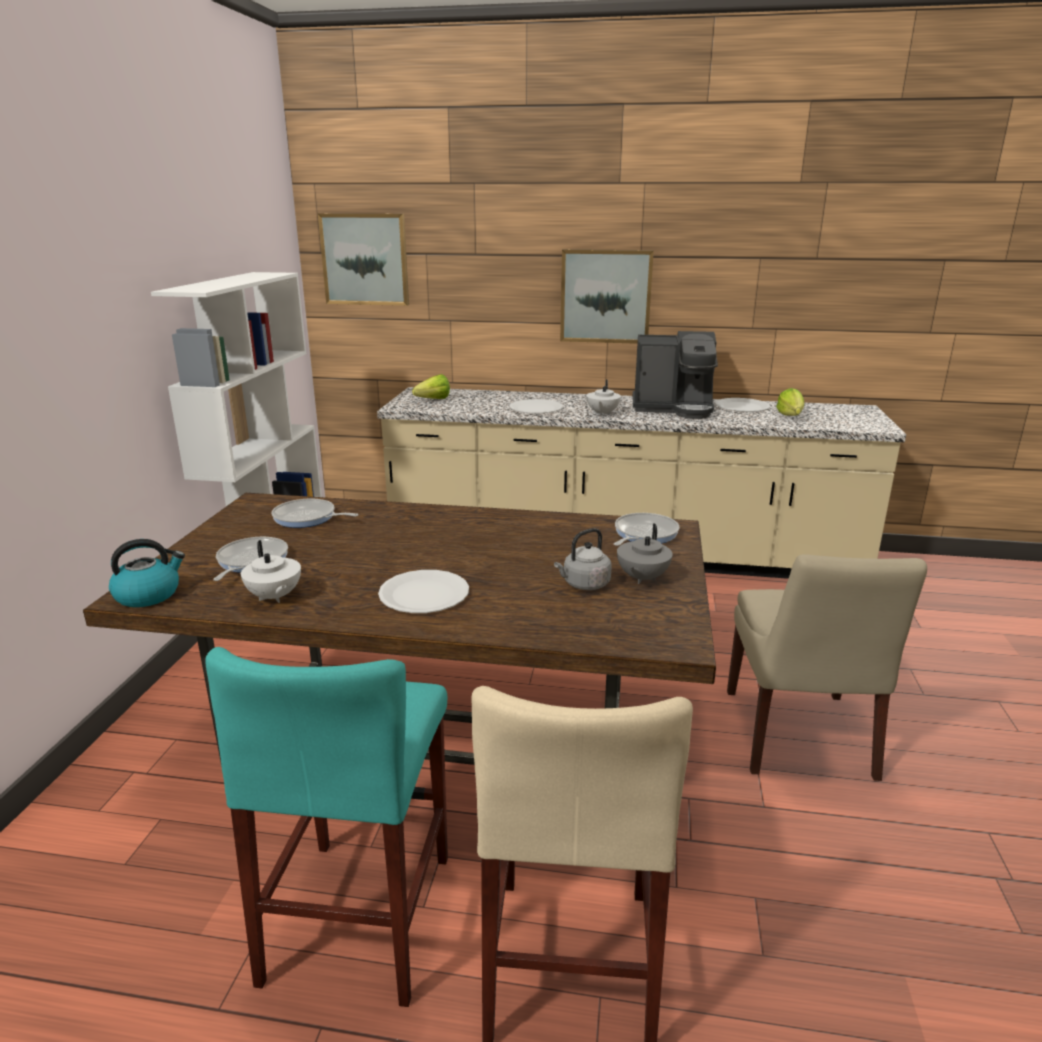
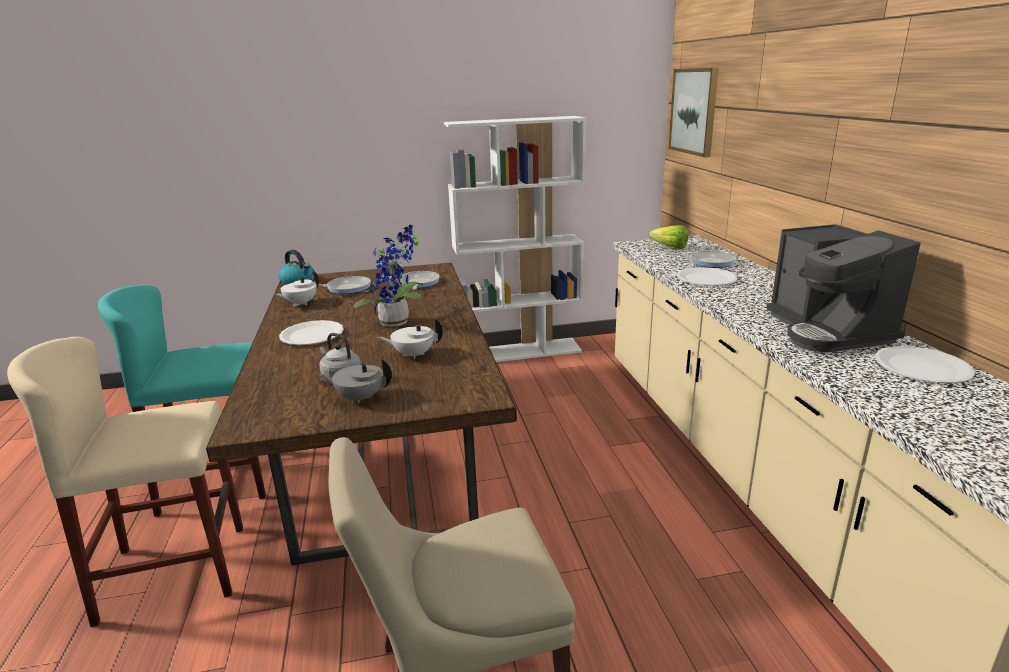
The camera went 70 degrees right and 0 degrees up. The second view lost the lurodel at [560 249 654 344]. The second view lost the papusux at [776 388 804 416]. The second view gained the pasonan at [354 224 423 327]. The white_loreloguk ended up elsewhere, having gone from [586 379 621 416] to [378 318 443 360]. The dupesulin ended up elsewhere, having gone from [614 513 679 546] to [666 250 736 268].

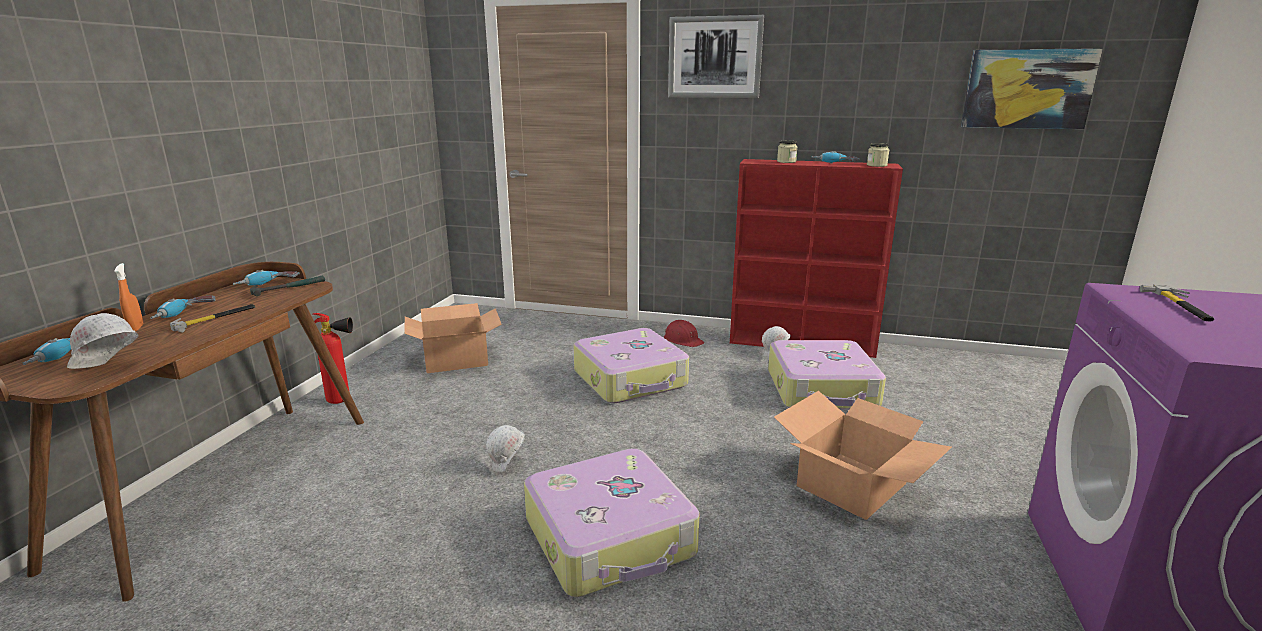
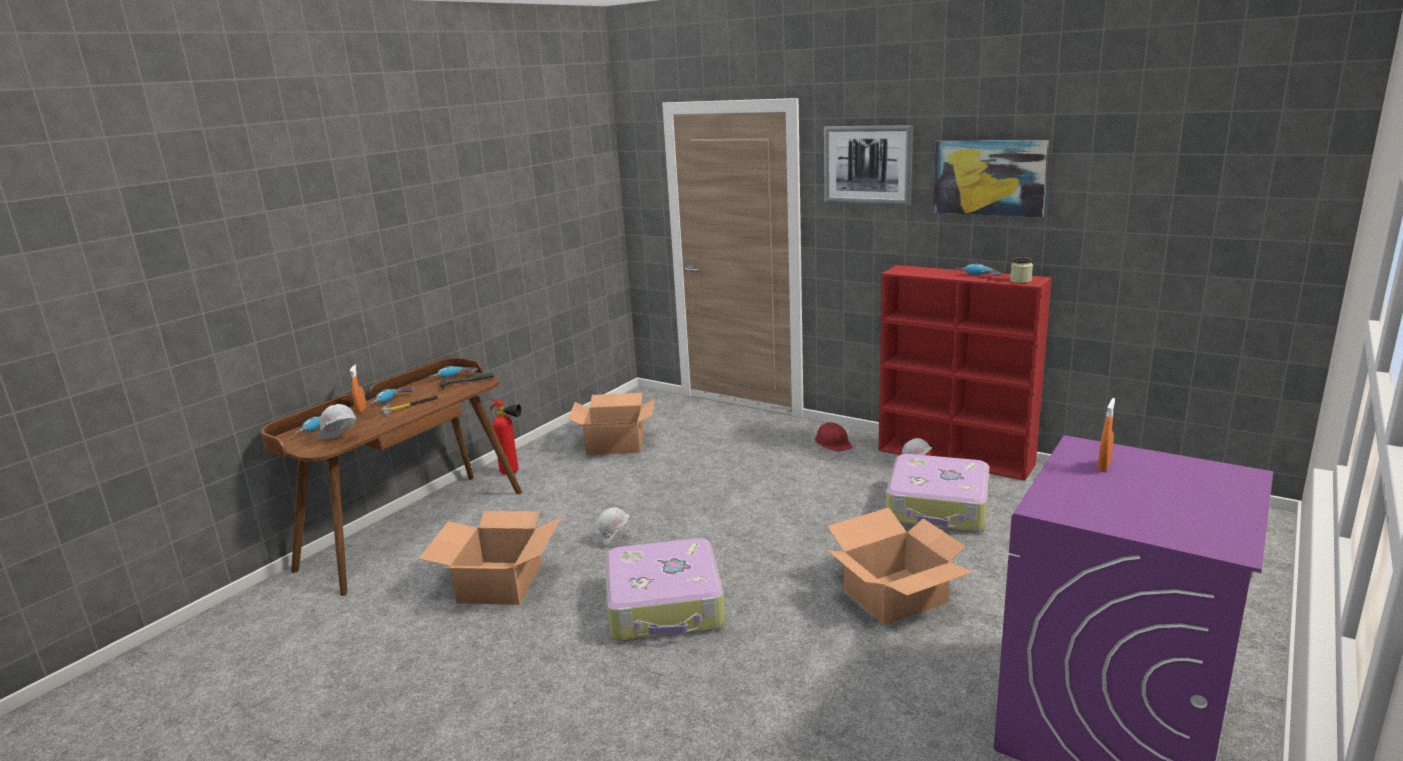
The camera went 20 degrees right and 0 degrees up. The second view lost the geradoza at [574 328 689 403]. The second view lost the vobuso at [777 141 798 163]. The second view gained the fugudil at [419 511 562 605]. The lurodel ended up elsewhere, having gone from [961 48 1103 129] to [933 140 1050 218]. Where the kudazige stood at [1140 285 1214 321], the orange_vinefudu came to stand at [1098 398 1115 471].

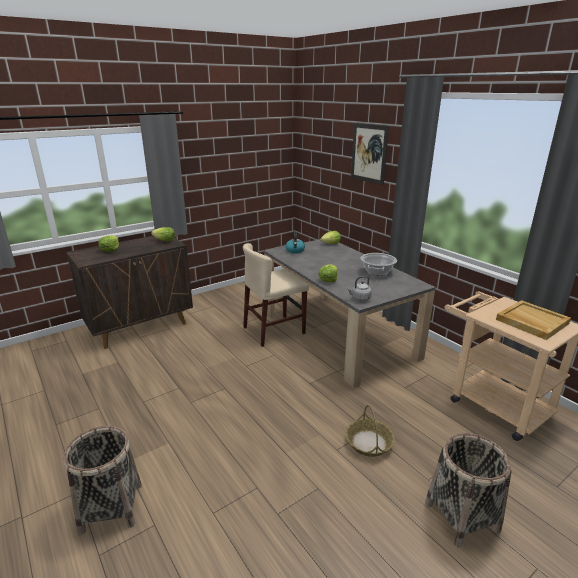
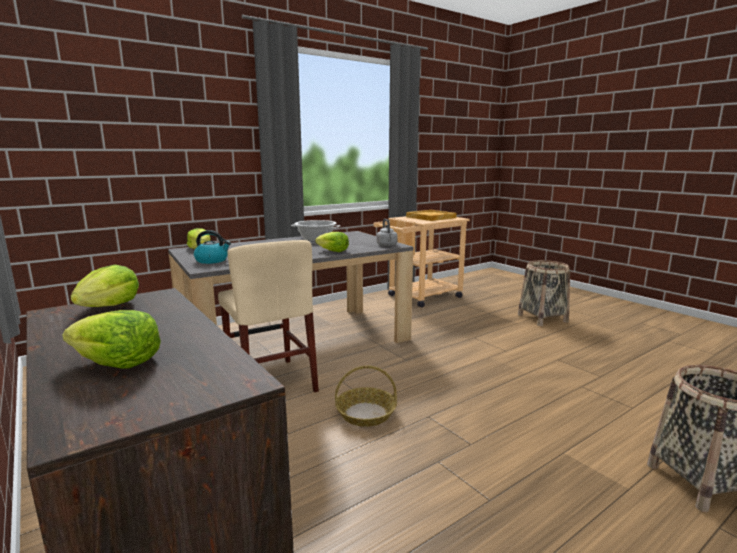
The camera went 90 degrees left and 10 degrees down. The second view lost the lurodel at [351 123 389 185]. The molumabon ended up elsewhere, having gone from [346 405 395 457] to [335 366 397 427].

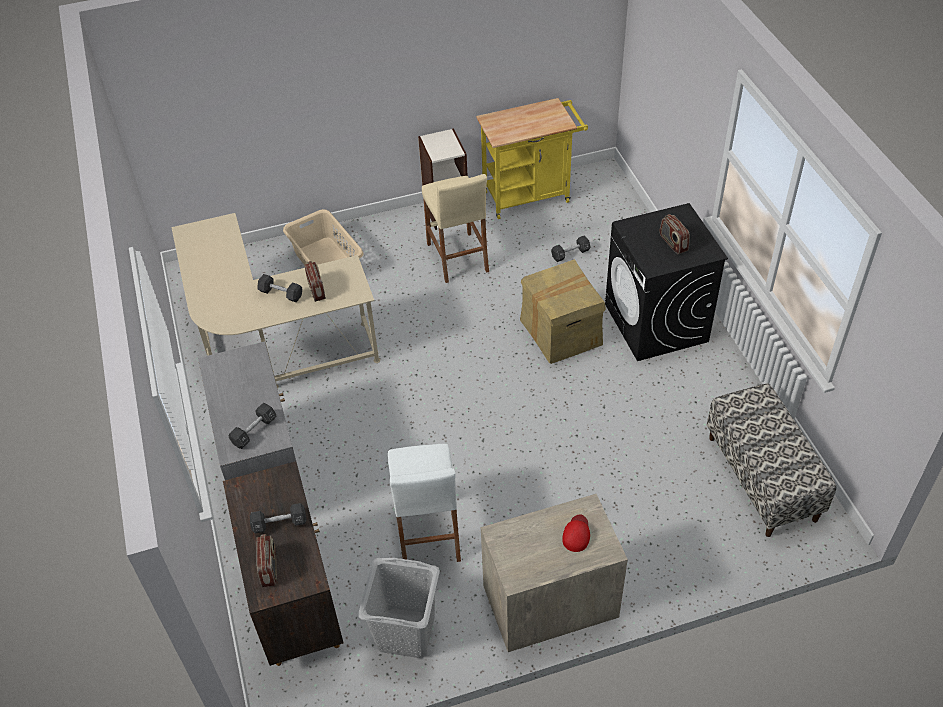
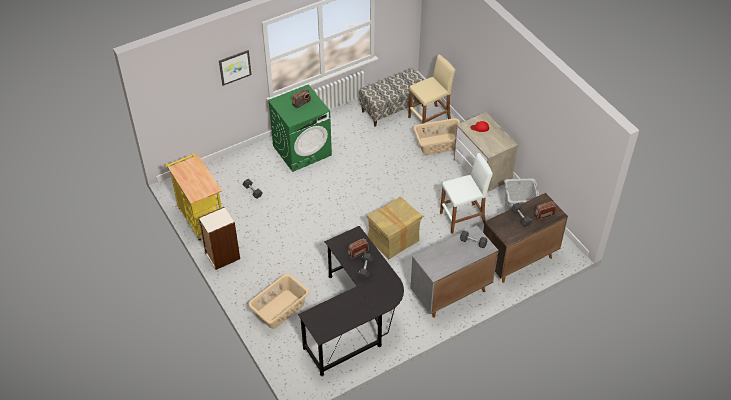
The camera went 105 degrees left and 0 degrees up. The second view gained the lurodel at [219 50 252 86]. The second view gained the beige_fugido at [413 118 460 155]. The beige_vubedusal ended up elsewhere, having gone from [422 174 489 283] to [408 55 455 132]. The fugudil ended up elsewhere, having gone from [520 259 606 364] to [367 197 423 260]. What was the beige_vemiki at [171 213 380 389] turned into the black_vemiki at [298 226 404 376]. What was the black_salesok at [605 203 728 361] turned into the green_salesok at [268 84 332 172].

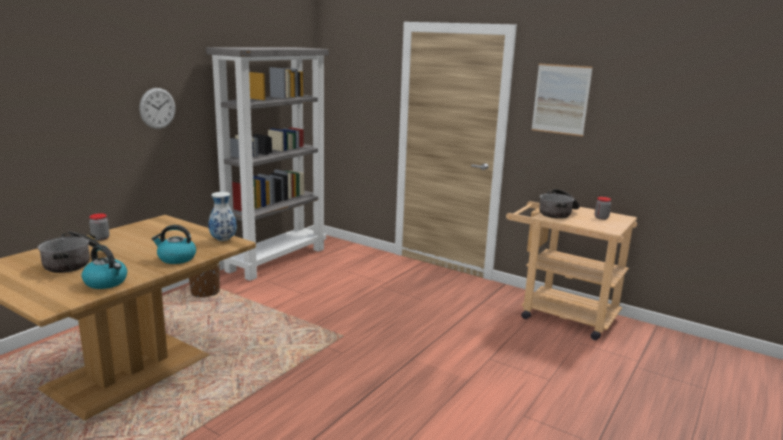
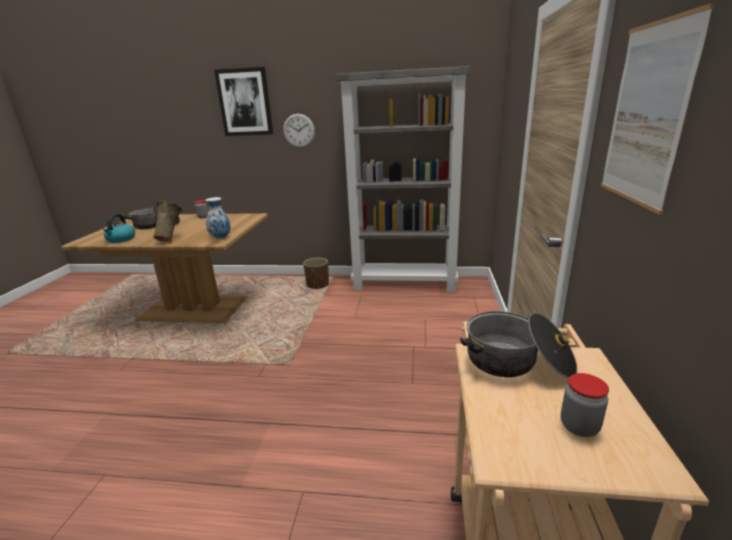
The camera went 65 degrees right and 5 degrees up. The second view gained the lurodel at [214 67 273 136]. Where the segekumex stood at [152 225 196 264], the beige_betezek came to stand at [154 201 183 242].

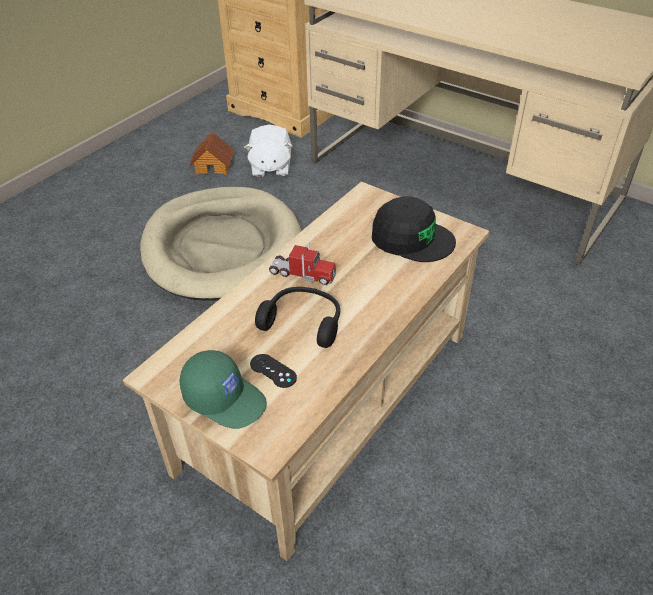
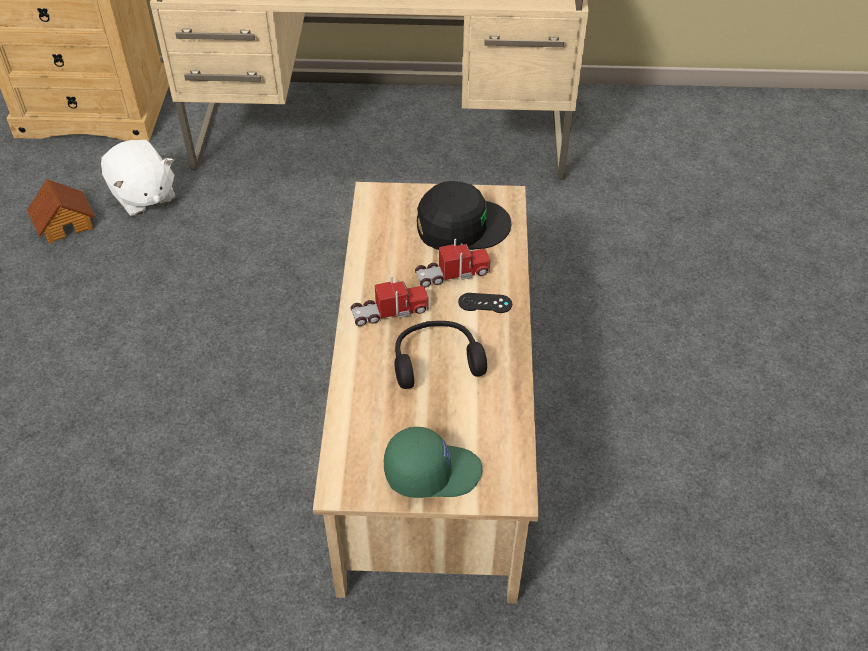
The camera went 35 degrees left and 5 degrees up. The second view lost the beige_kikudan at [140 187 301 300]. The second view gained the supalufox at [415 239 490 288]. The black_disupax ended up elsewhere, having gone from [250 354 297 388] to [458 293 512 313].

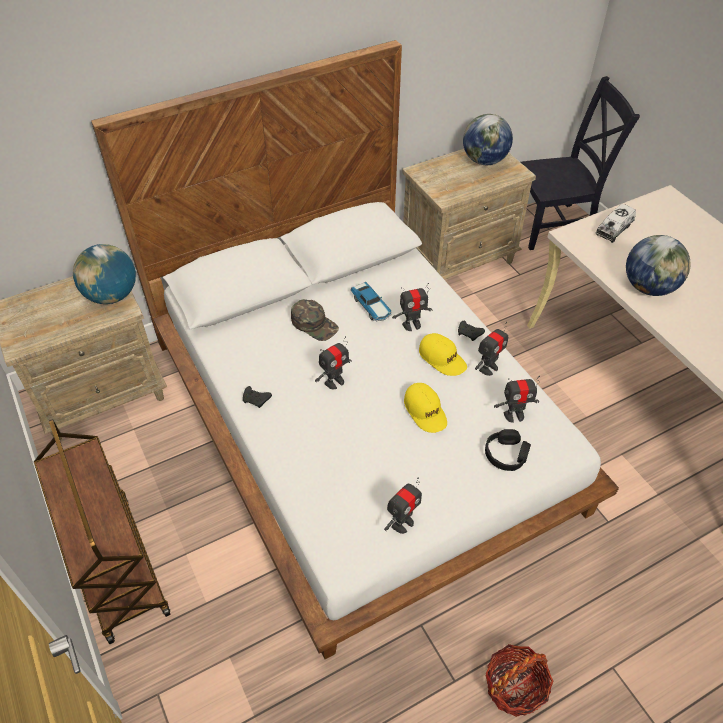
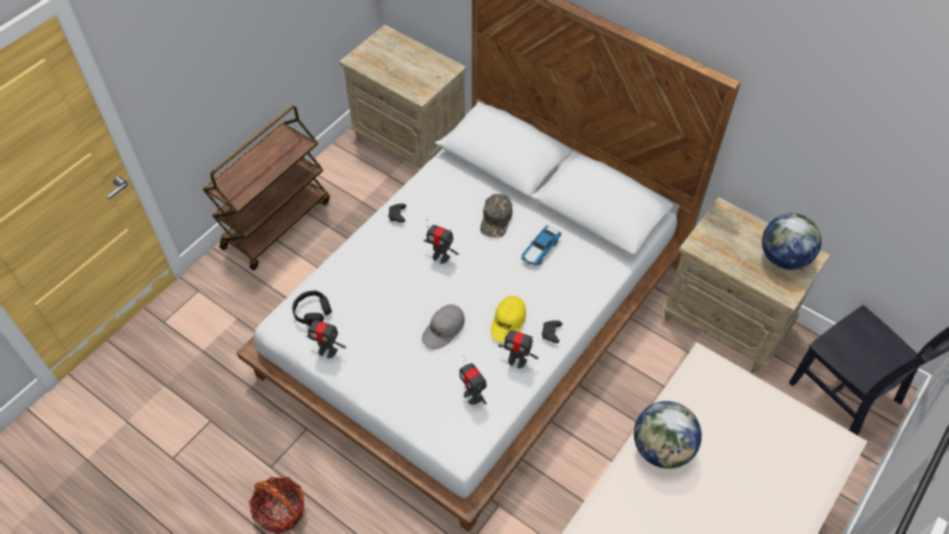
The camera went 65 degrees right and 5 degrees up. The second view lost the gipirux at [73 244 136 304]. The second view lost the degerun at [392 283 432 331]. The second view lost the supalufox at [596 204 636 243]. The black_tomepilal ended up elsewhere, having gone from [485 429 531 471] to [292 291 332 326]. What was the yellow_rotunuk at [404 383 447 433] turned into the grey_rotunuk at [422 305 465 349].

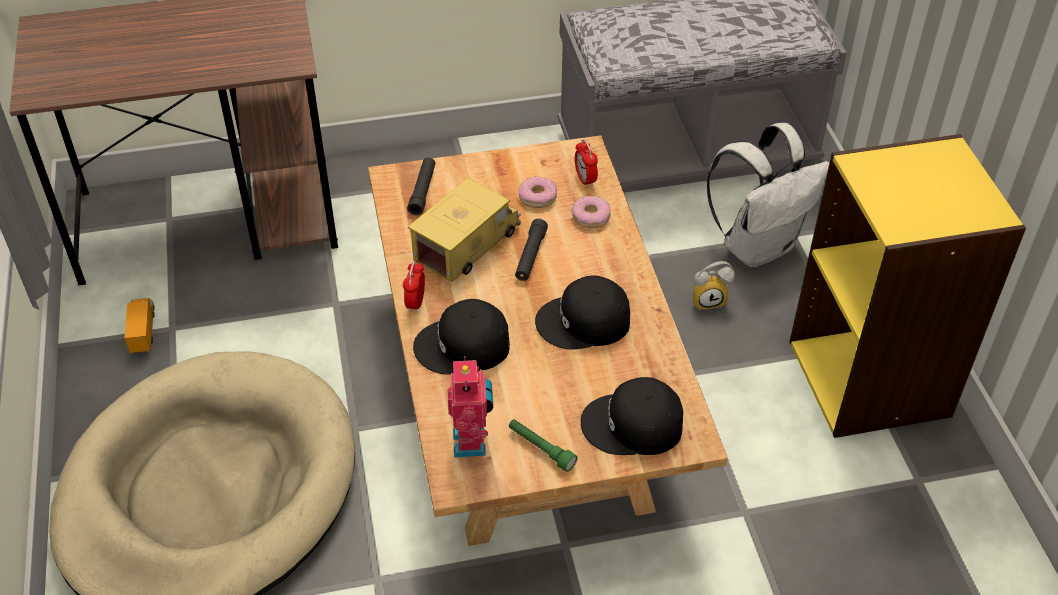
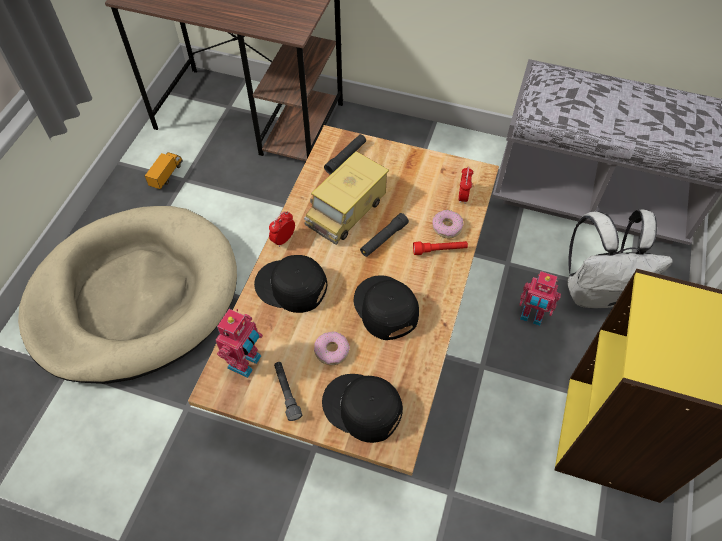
The camera went 30 degrees right and 10 degrees up. The second view gained the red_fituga at [413 241 468 255]. The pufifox ended up elsewhere, having gone from [519 177 557 208] to [314 332 350 365]. Where the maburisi stood at [693 261 735 311], the degerun came to stand at [519 271 561 326]. What was the green_fituga at [509 419 578 472] turned into the grey_fituga at [274 362 302 421]. The supalufox at [408 178 521 282] ended up facing another way, 150 degrees clockwise from before. The black_rotunuk at [535 275 630 350] ended up facing another way, 45 degrees clockwise from before.

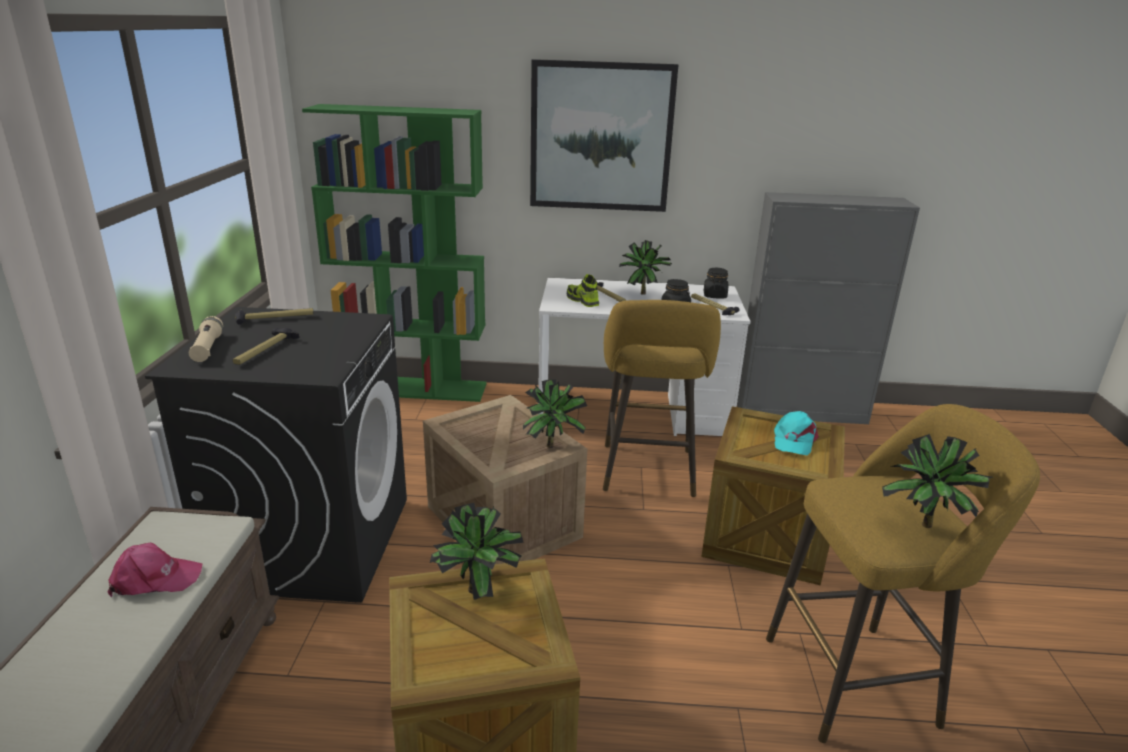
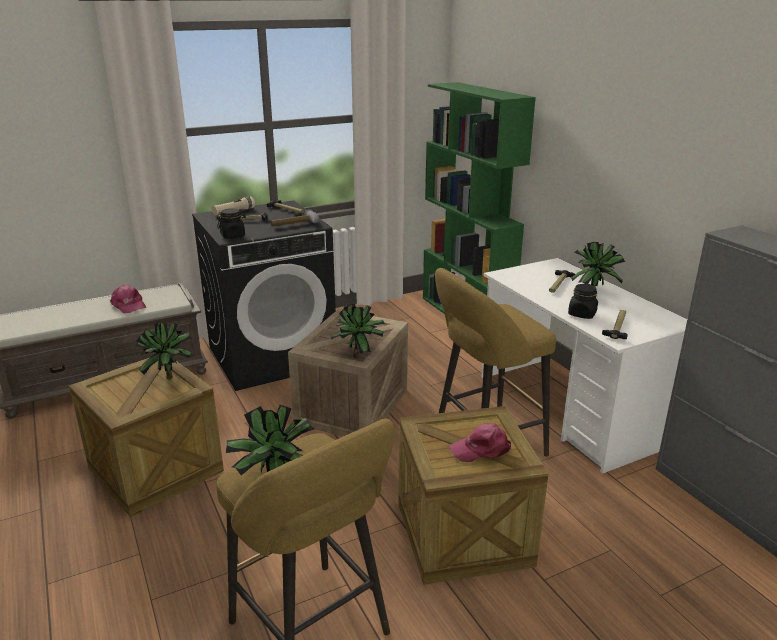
The camera went 60 degrees right and 0 degrees up. The second view lost the lurodel at [530 59 678 212]. The second view lost the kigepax at [567 274 599 307]. The second view gained the kudazige at [271 209 319 226]. The black_vobuso ended up elsewhere, having gone from [704 268 728 299] to [217 209 246 239]. What was the turquoise_rotunuk at [774 411 819 455] turned into the pink_rotunuk at [449 423 511 462].

